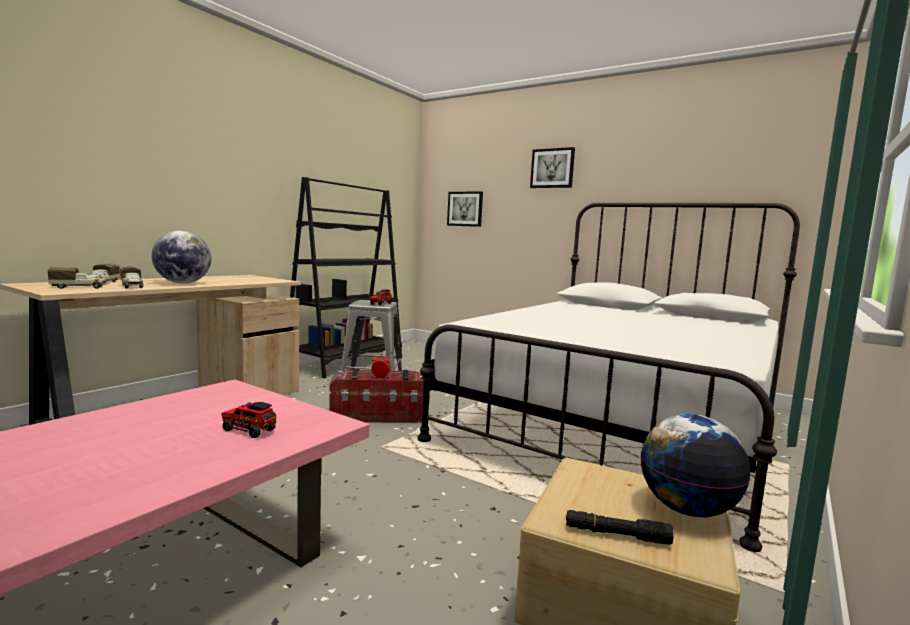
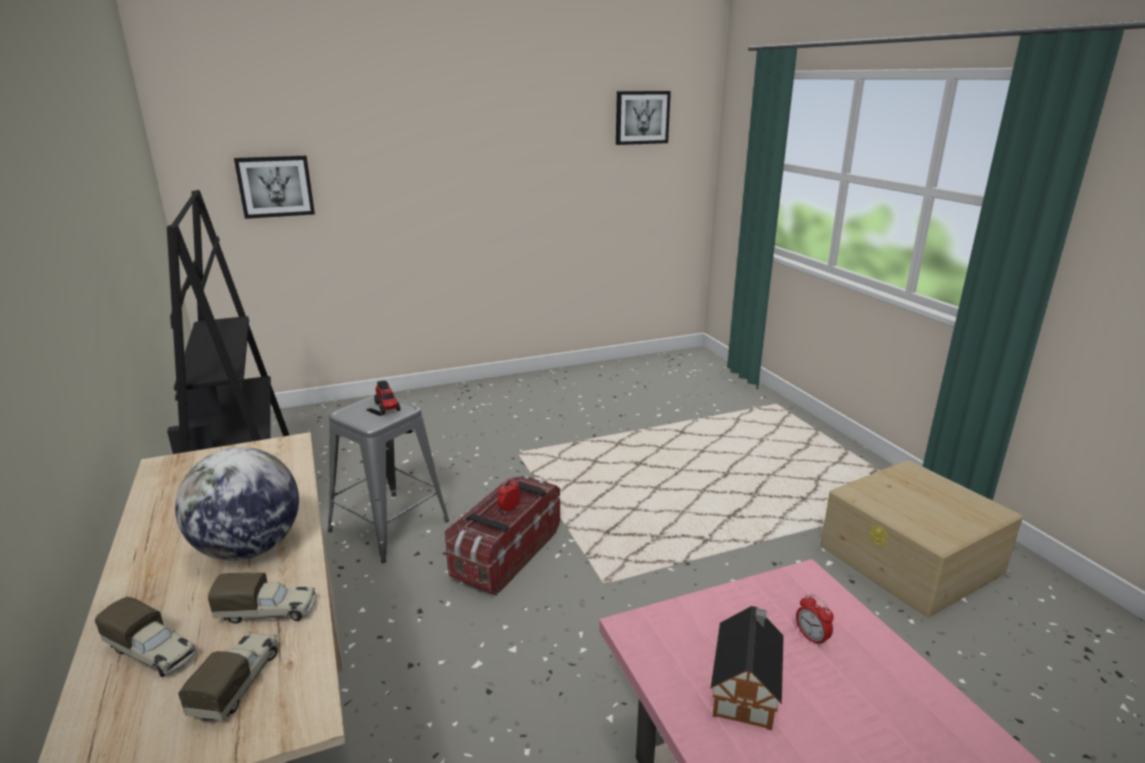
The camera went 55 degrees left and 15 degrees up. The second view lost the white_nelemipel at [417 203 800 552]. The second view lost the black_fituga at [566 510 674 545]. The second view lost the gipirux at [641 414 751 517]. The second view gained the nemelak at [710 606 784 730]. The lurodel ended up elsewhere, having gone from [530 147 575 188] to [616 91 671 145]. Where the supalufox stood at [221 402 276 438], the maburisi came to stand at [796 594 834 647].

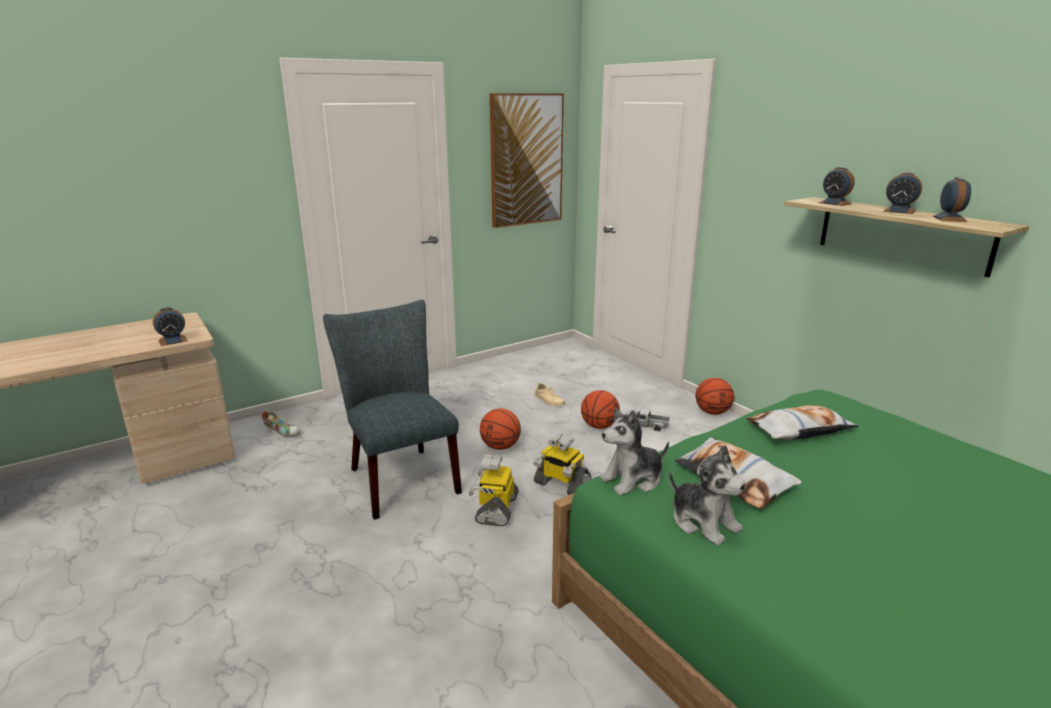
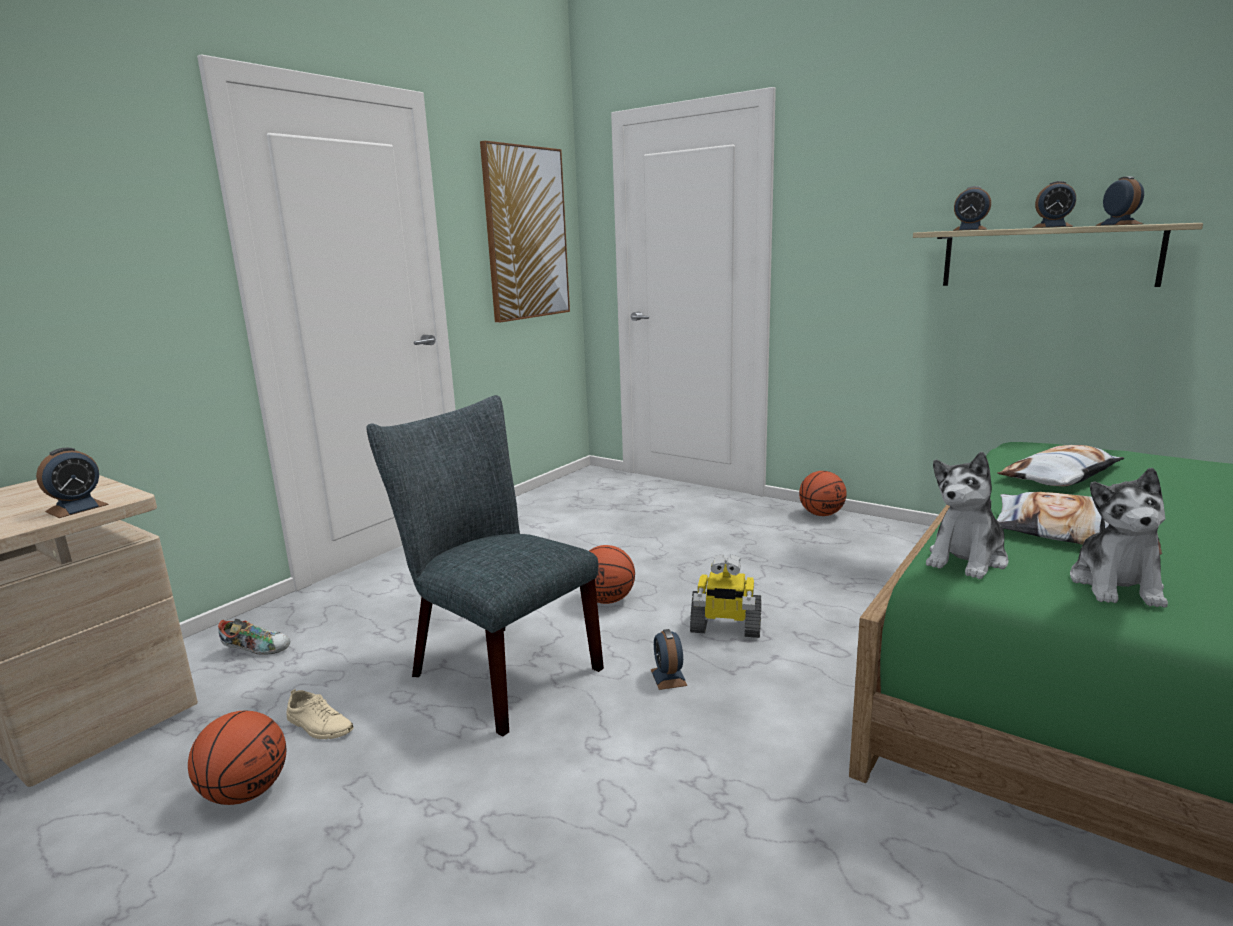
The camera went 20 degrees left and 5 degrees down. The second view lost the supalufox at [626 408 669 431]. The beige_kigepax ended up elsewhere, having gone from [535 383 565 406] to [286 689 354 739]. The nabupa ended up elsewhere, having gone from [581 390 620 429] to [188 711 286 805]. Where the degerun stood at [468 454 519 526], the maburisi came to stand at [651 629 687 690]. The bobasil at [669 445 746 546] ended up facing another way, 75 degrees clockwise from before.

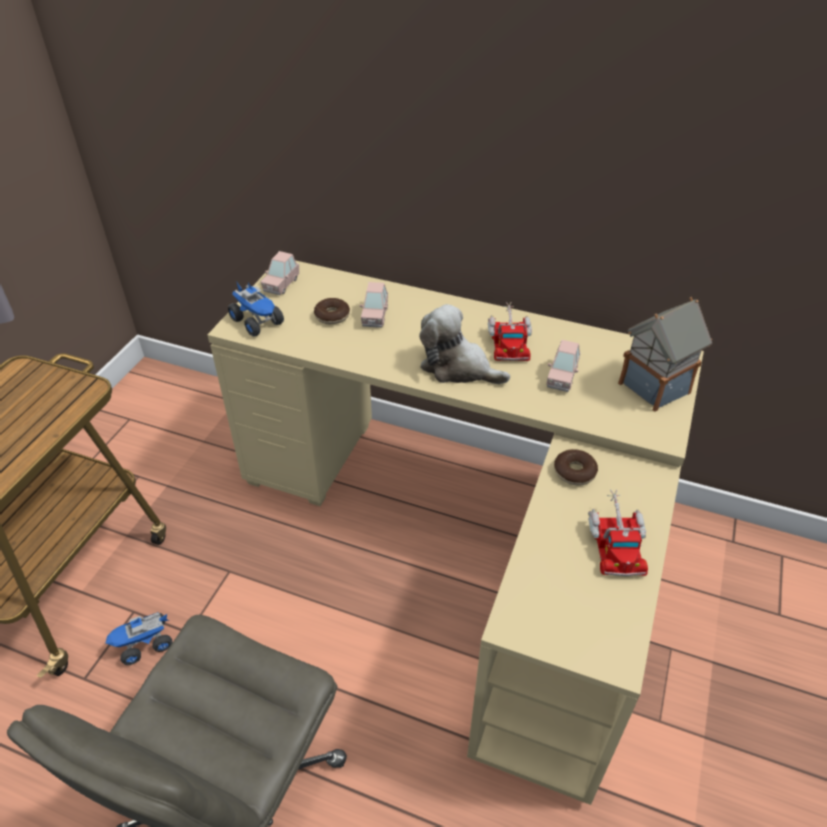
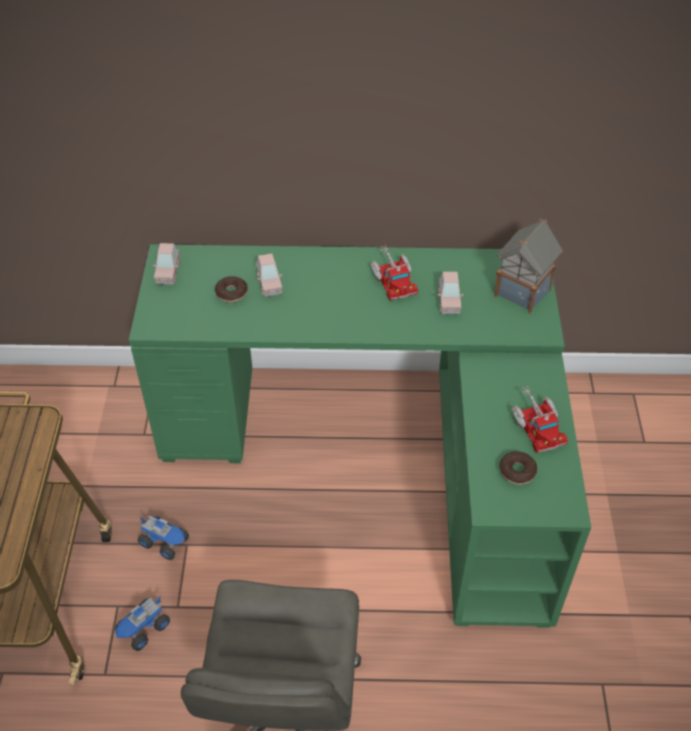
The camera went 20 degrees left and 5 degrees up. The second view lost the bobasil at [419 304 510 384]. The supalufox ended up elsewhere, having gone from [228 281 284 336] to [137 515 189 560]. The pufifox ended up elsewhere, having gone from [554 449 598 486] to [499 451 537 485]. What was the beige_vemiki at [208 260 704 805] turned into the green_vemiki at [129 244 591 628].

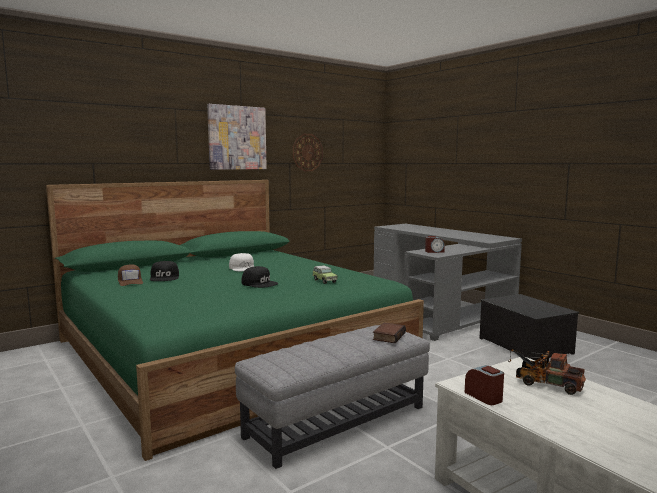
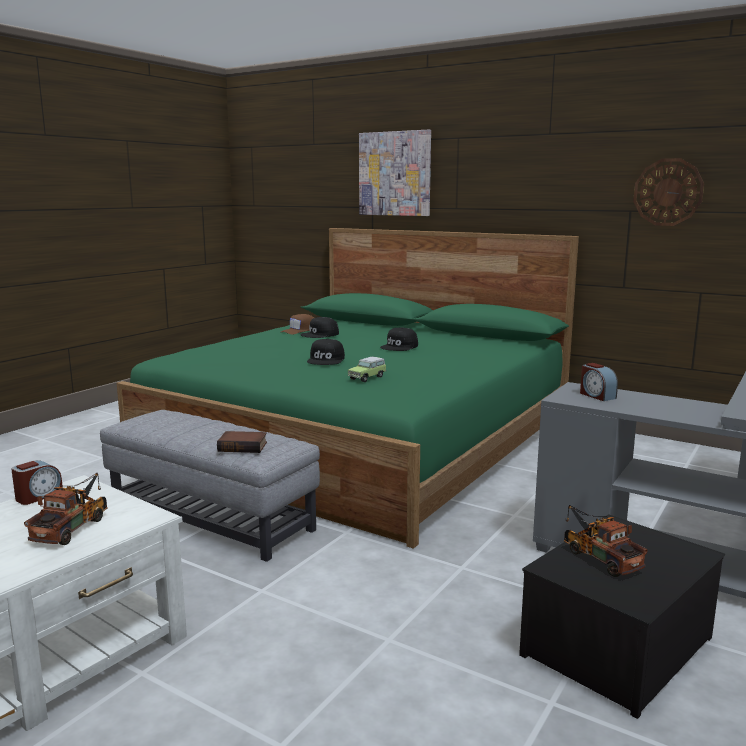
The camera went 70 degrees right and 5 degrees up. The second view gained the supalufox at [564 505 648 577]. The lurodel ended up elsewhere, having gone from [207 104 267 170] to [359 130 431 216]. What was the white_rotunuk at [229 253 255 271] turned into the black_rotunuk at [380 328 418 351].

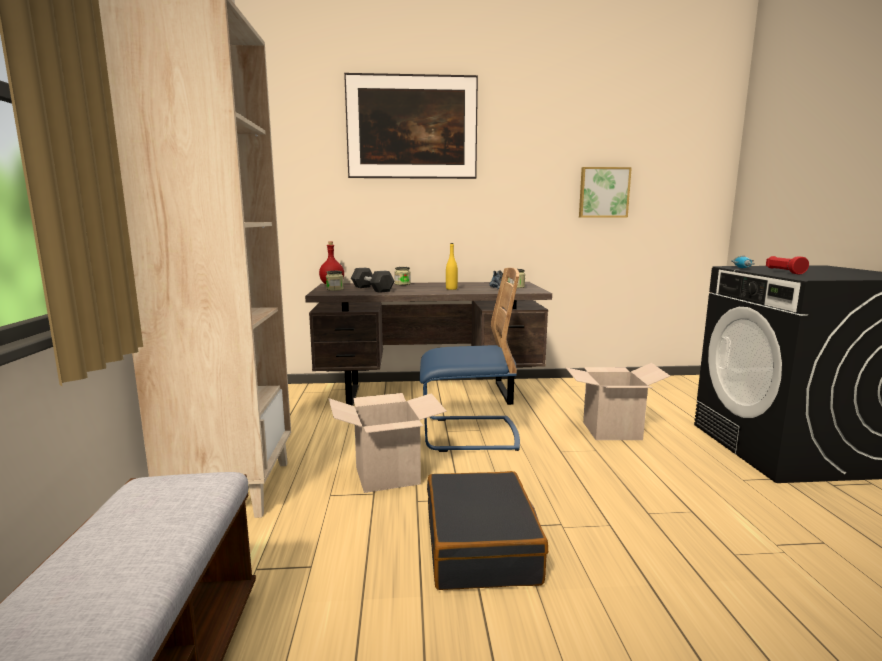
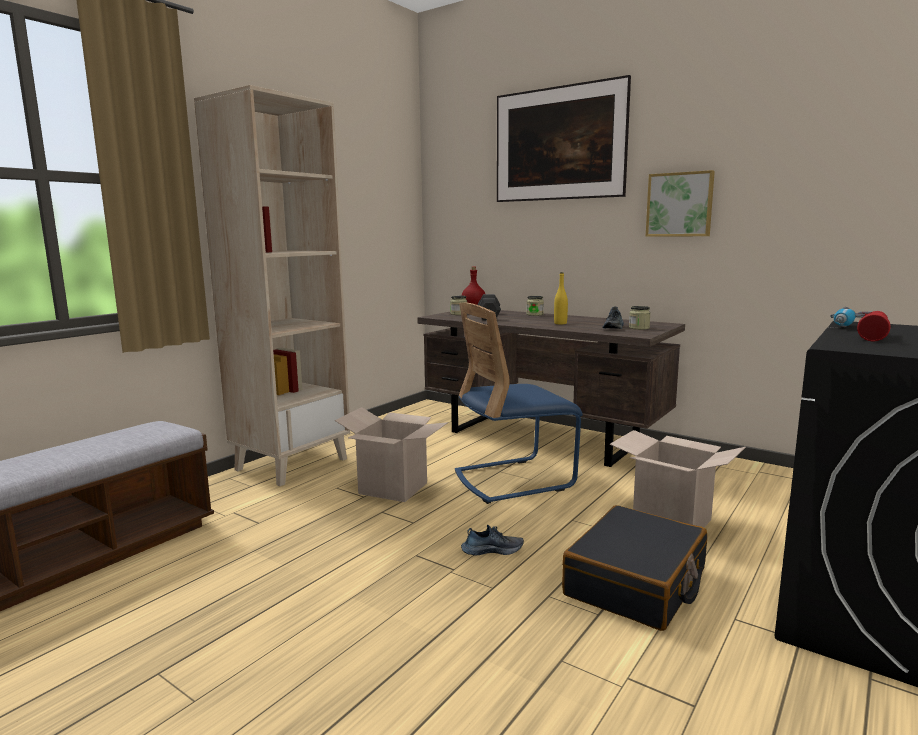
The camera went 40 degrees right and 0 degrees up. The second view gained the kigepax at [461 525 524 555]. The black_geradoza ended up elsewhere, having gone from [427 471 548 590] to [562 505 707 631]. The lurodel ended up elsewhere, having gone from [579 167 632 217] to [646 170 715 237]. The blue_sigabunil at [419 268 520 452] ended up facing another way, 120 degrees clockwise from before.

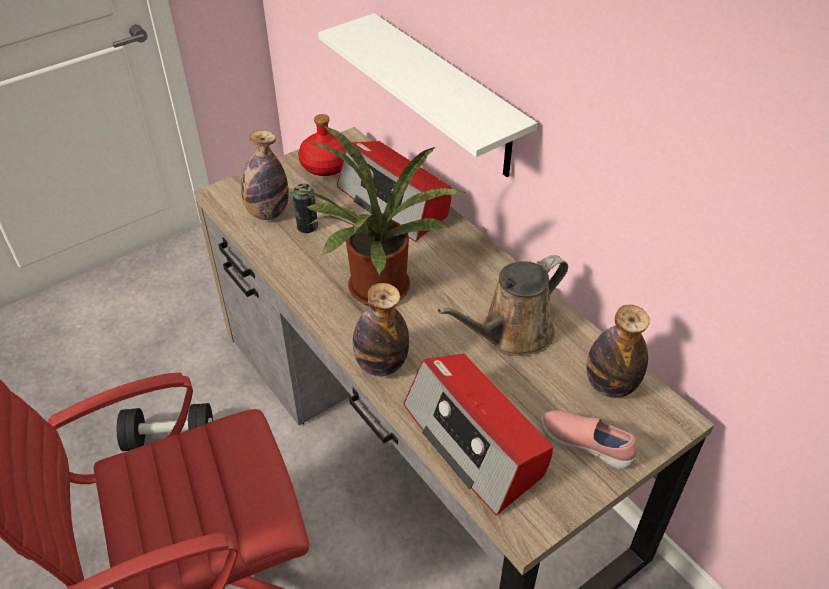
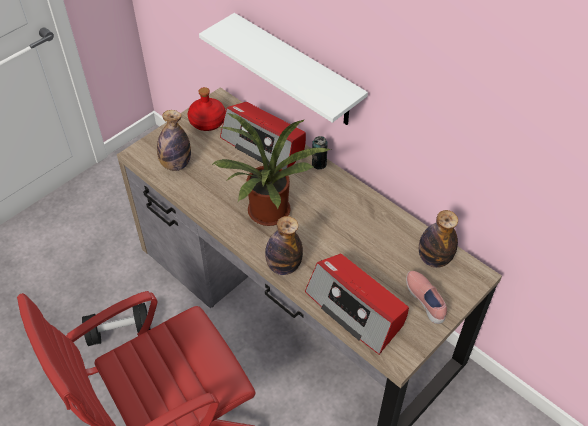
The camera went 10 degrees left and 5 degrees up. The second view lost the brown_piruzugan at [438 255 568 356]. The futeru ended up elsewhere, having gone from [293 184 318 233] to [312 136 328 170]. The pink_kigepax at [541 410 638 469] ended up facing another way, 45 degrees clockwise from before.

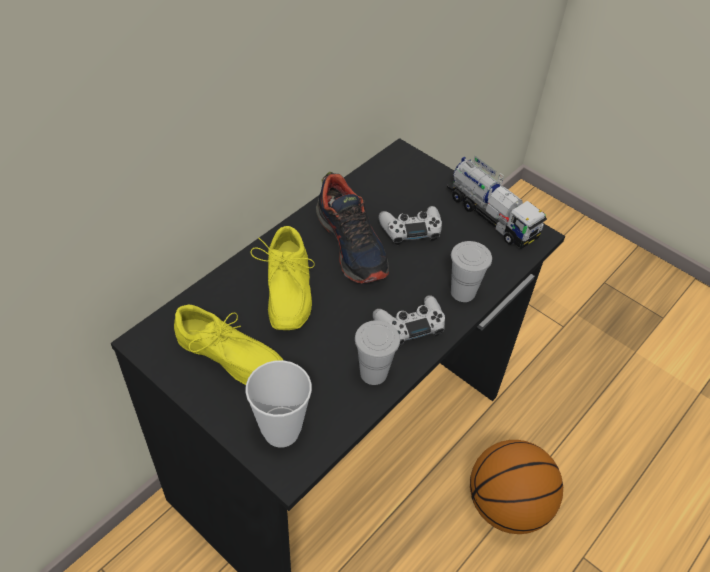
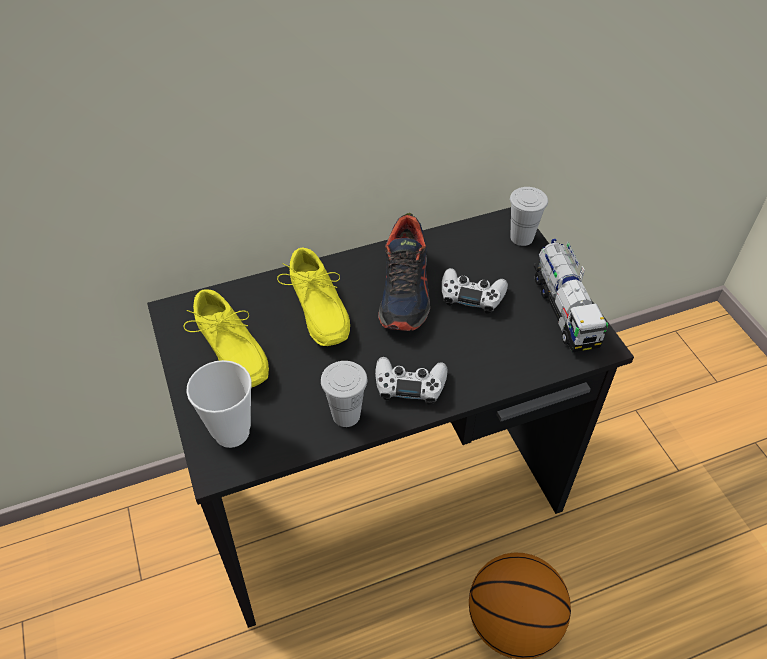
The camera went 30 degrees right and 0 degrees up. The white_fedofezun ended up elsewhere, having gone from [451 241 492 302] to [510 187 548 246]. The yellow_kigepax at [251 226 315 330] ended up facing another way, 45 degrees counterclockwise from before.

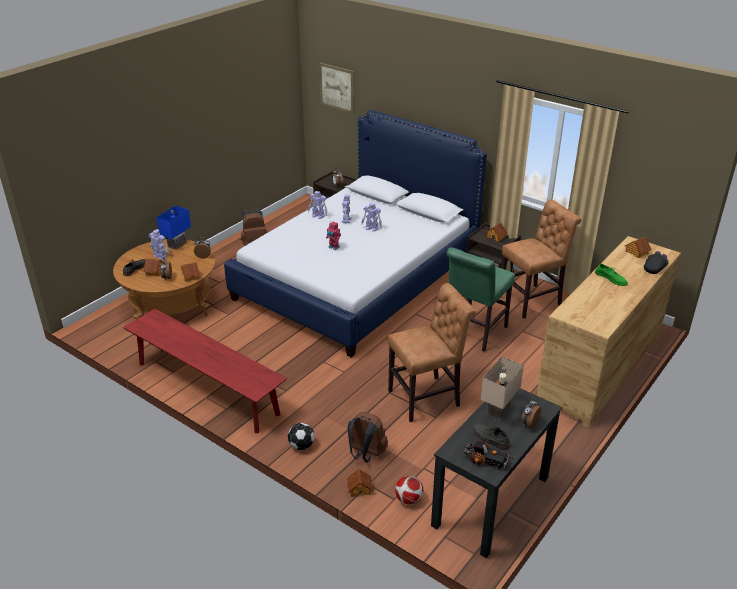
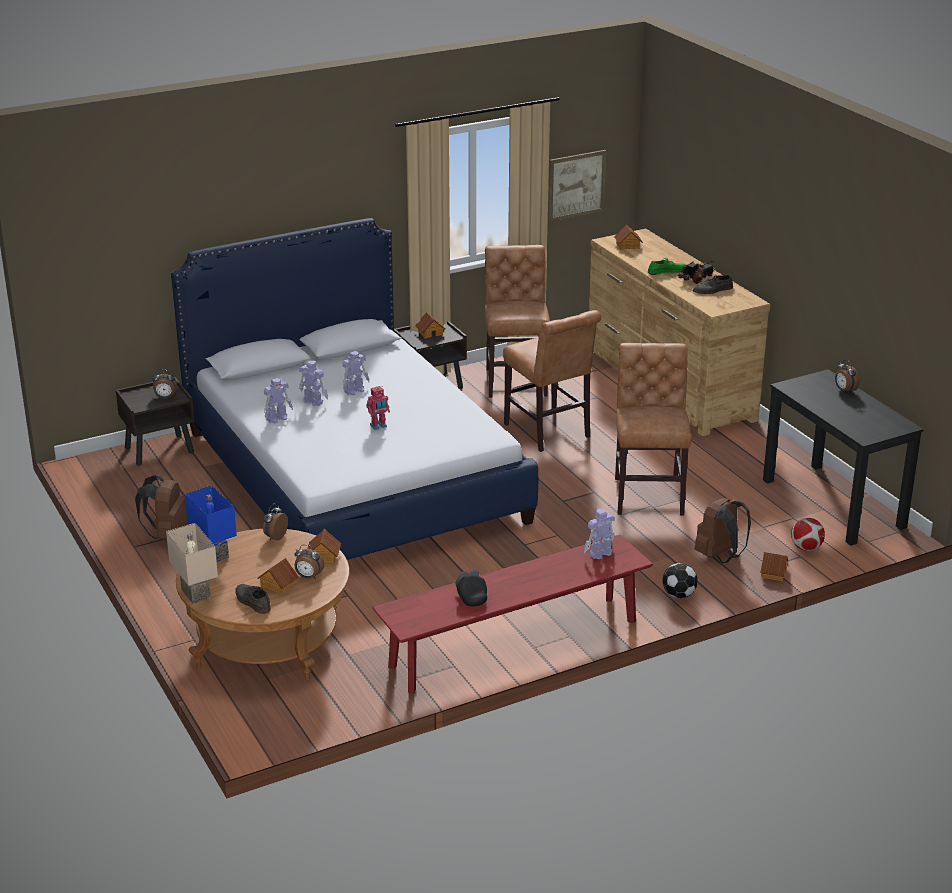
The camera went 65 degrees left and 5 degrees down. The degerun ended up elsewhere, having gone from [149 229 170 260] to [584 509 615 559]. The lurodel ended up elsewhere, having gone from [319 63 354 114] to [548 150 606 222]. The supalufox ended up elsewhere, having gone from [462 441 514 470] to [678 260 715 284]. The grey_kigepax ended up elsewhere, having gone from [472 423 509 450] to [693 275 733 294]. The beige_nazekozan ended up elsewhere, having gone from [481 356 524 420] to [166 523 218 604]. The black_rotunuk ended up elsewhere, having gone from [644 251 669 274] to [455 570 487 606]. What was the green_sigabunil at [447 247 515 351] turned into the brown_sigabunil at [503 310 601 452].

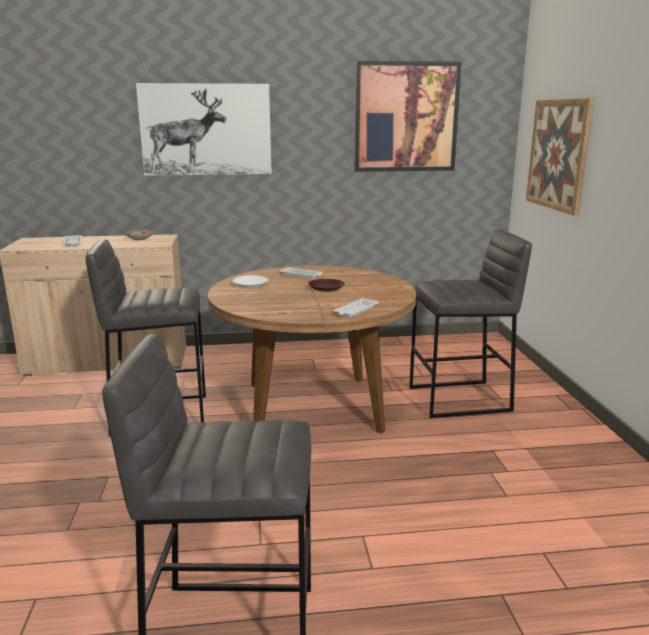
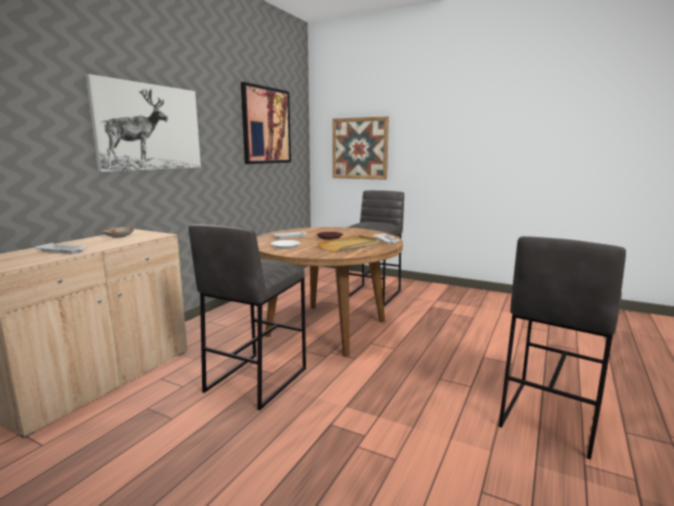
The camera went 55 degrees left and 5 degrees down. The second view gained the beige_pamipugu at [316 235 380 252].

